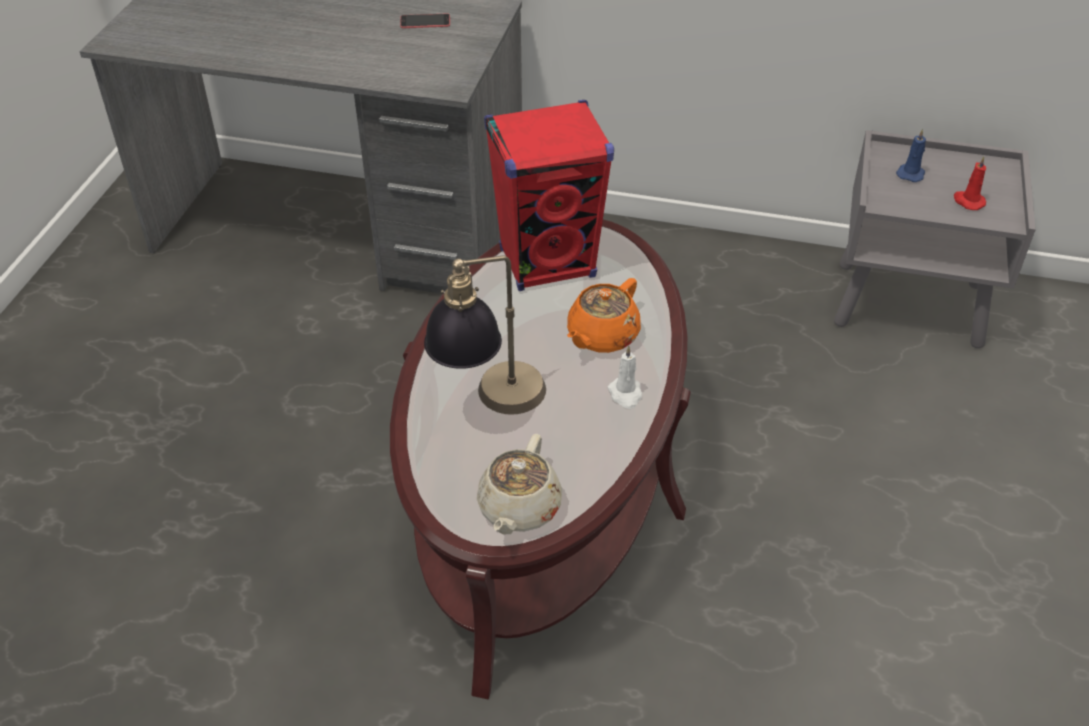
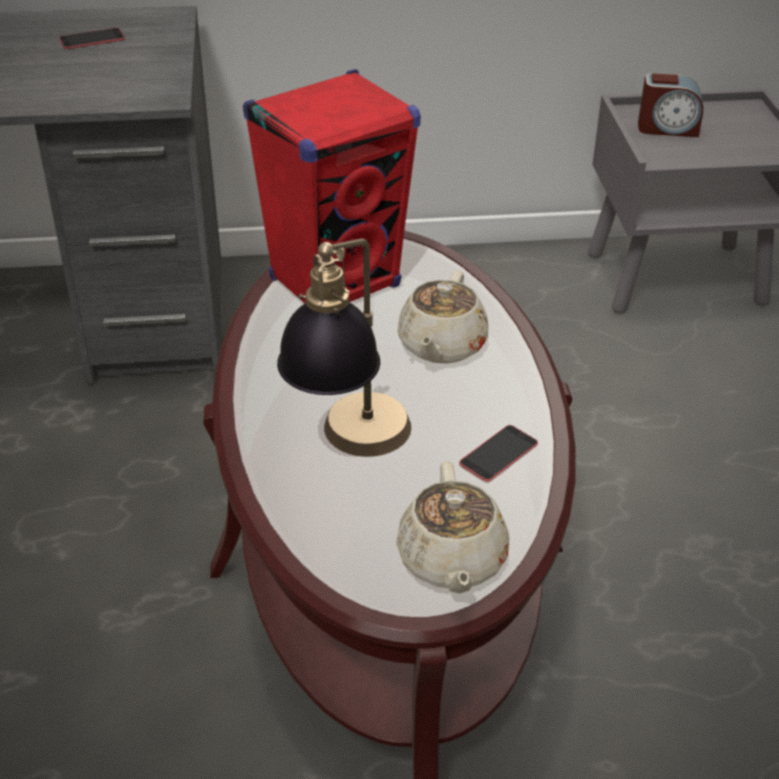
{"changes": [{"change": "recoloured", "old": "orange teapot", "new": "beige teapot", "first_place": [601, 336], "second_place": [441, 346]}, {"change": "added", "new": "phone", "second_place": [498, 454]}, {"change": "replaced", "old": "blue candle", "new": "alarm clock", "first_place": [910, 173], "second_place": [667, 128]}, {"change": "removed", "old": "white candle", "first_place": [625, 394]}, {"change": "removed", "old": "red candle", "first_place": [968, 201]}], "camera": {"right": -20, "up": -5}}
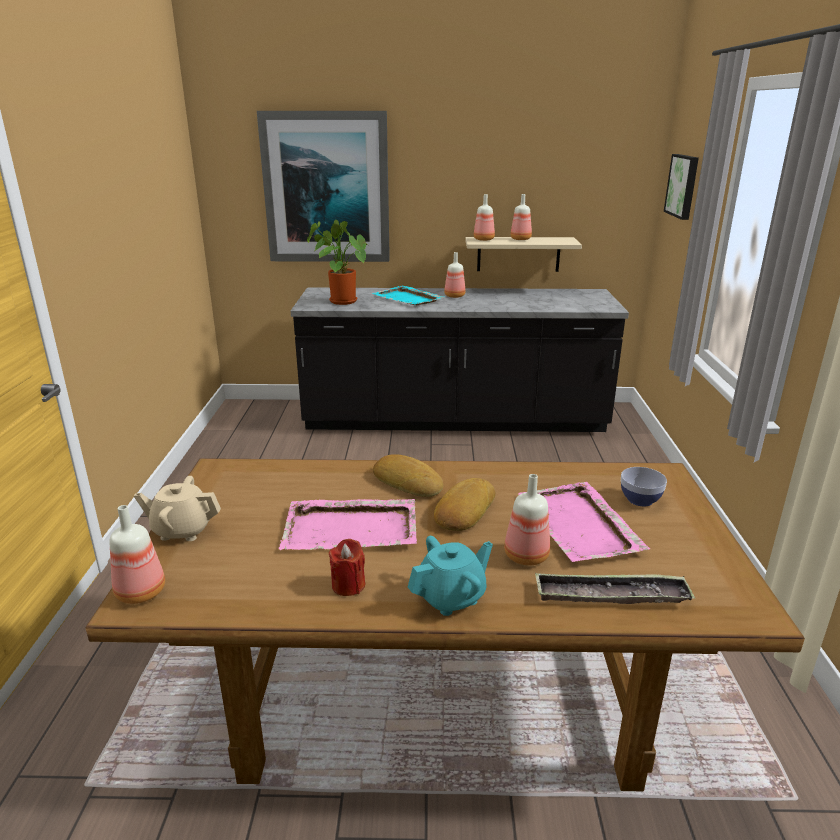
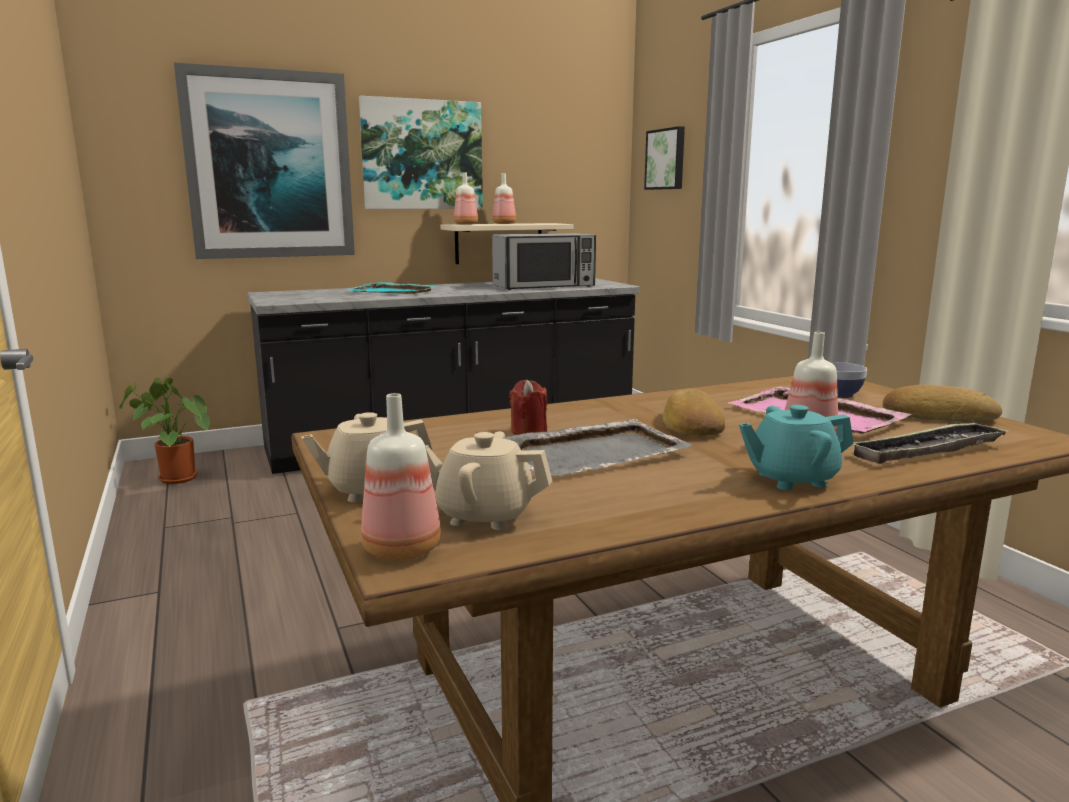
{"changes": [{"change": "moved", "old": "potted plant", "first_place": [340, 301], "second_place": [174, 478]}, {"change": "added", "new": "picture", "second_place": [422, 155]}, {"change": "added", "new": "beige teapot", "second_place": [484, 515]}, {"change": "added", "new": "microwave", "second_place": [544, 286]}, {"change": "recoloured", "old": "pink tray", "new": "grey tray", "first_place": [352, 528], "second_place": [593, 453]}, {"change": "moved", "old": "red candle", "first_place": [348, 585], "second_place": [528, 431]}, {"change": "turned", "old": "turquoise teapot", "first_place": [451, 597], "second_place": [791, 479], "degrees": -135}, {"change": "moved", "old": "bread", "first_place": [408, 481], "second_place": [937, 415]}, {"change": "removed", "old": "bottle", "first_place": [454, 296]}], "camera": {"right": -25, "up": -10}}
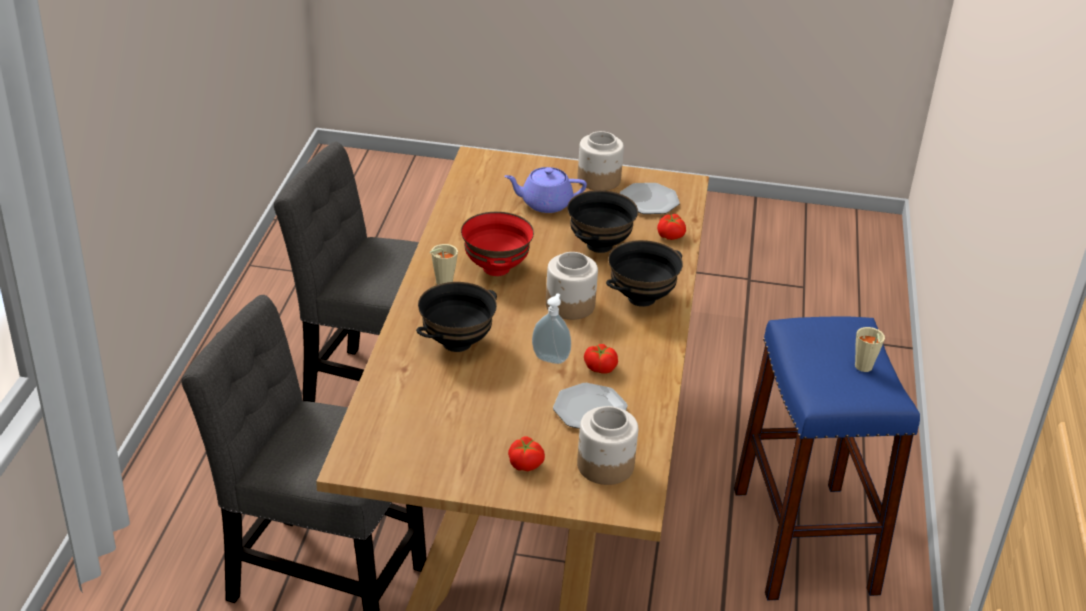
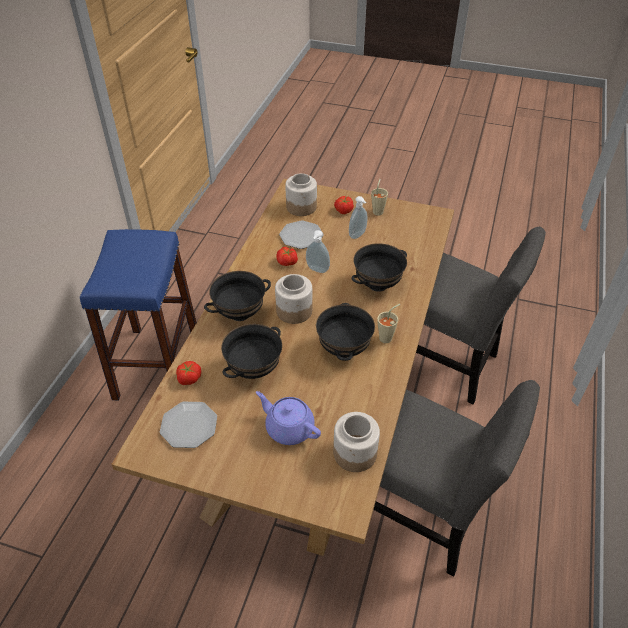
{"changes": [{"change": "turned", "old": "purple teapot", "first_place": [545, 203], "second_place": [288, 428], "degrees": -150}, {"change": "recoloured", "old": "red bowl", "new": "black bowl", "first_place": [497, 268], "second_place": [343, 349]}, {"change": "moved", "old": "jar", "first_place": [598, 180], "second_place": [355, 453]}, {"change": "added", "new": "soap dispenser", "second_place": [358, 235]}, {"change": "moved", "old": "beige cup", "first_place": [863, 369], "second_place": [378, 210]}], "camera": {"right": -170, "up": 10}}
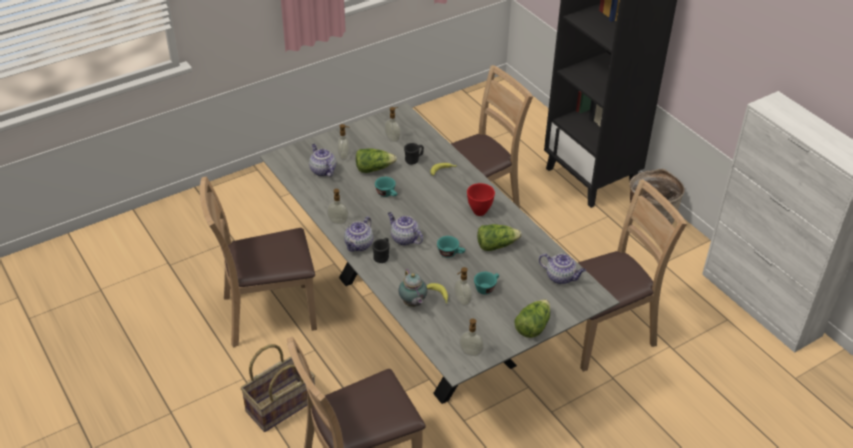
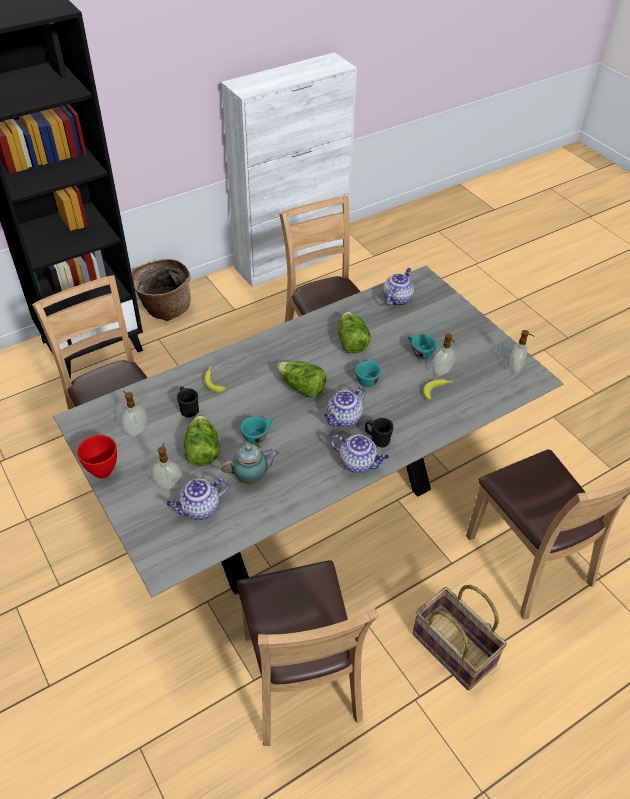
{"changes": [{"change": "moved", "old": "red bowl", "first_place": [479, 211], "second_place": [102, 472]}, {"change": "moved", "old": "teapot", "first_place": [413, 303], "second_place": [252, 478]}, {"change": "moved", "old": "lettuce", "first_place": [532, 326], "second_place": [302, 387]}, {"change": "removed", "old": "soap dispenser", "first_place": [338, 222]}], "camera": {"right": -90, "up": 5}}
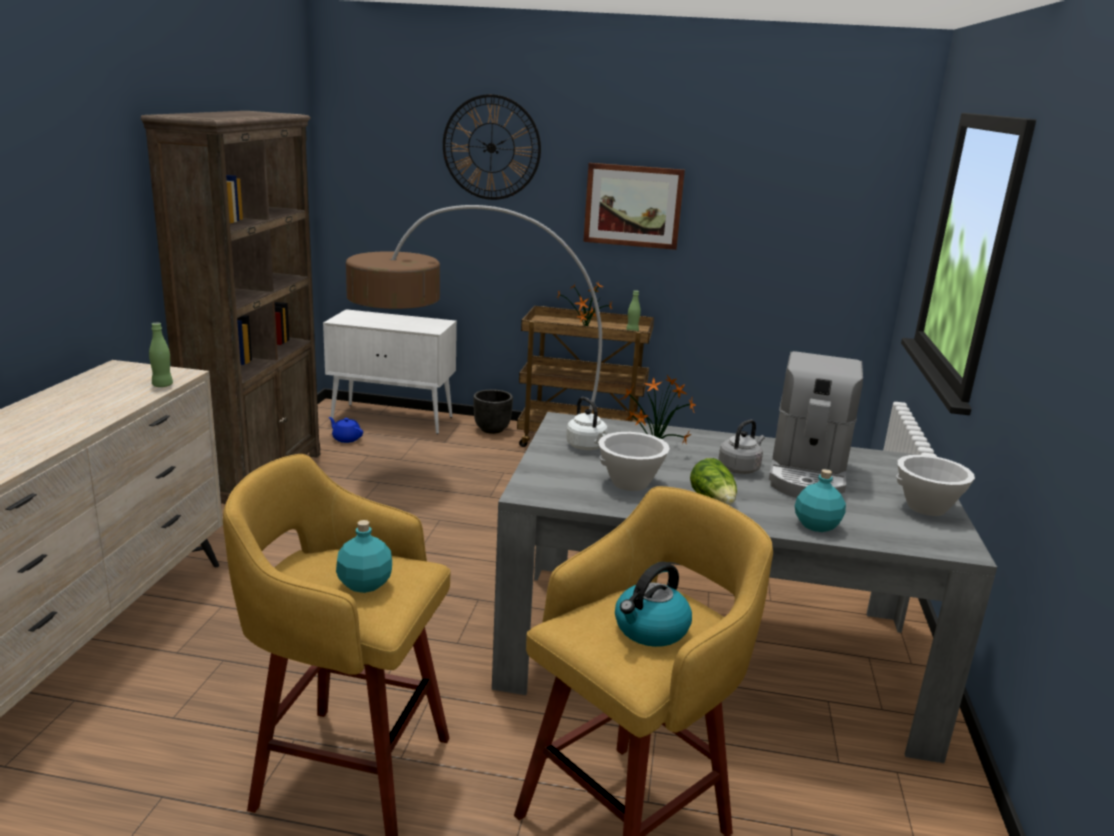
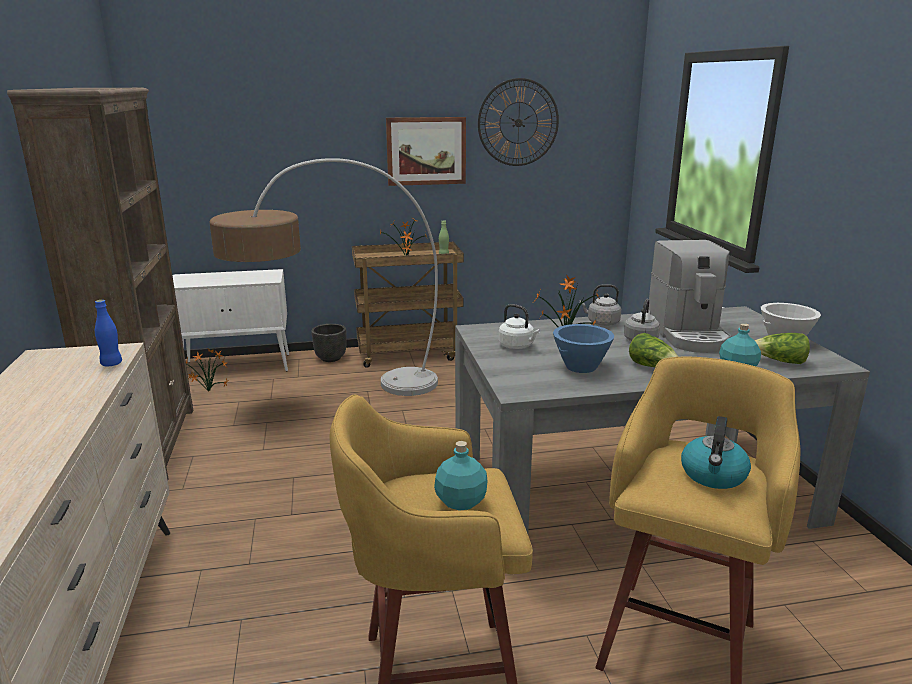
{"changes": [{"change": "recoloured", "old": "green bottle", "new": "blue bottle", "first_place": [162, 385], "second_place": [111, 364]}, {"change": "replaced", "old": "blue teapot", "new": "potted plant", "first_place": [346, 439], "second_place": [207, 391]}, {"change": "moved", "old": "wall clock", "first_place": [491, 148], "second_place": [518, 122]}, {"change": "recoloured", "old": "white bowl", "new": "blue bowl", "first_place": [629, 483], "second_place": [580, 367]}, {"change": "added", "new": "grey kettle", "second_place": [601, 323]}, {"change": "added", "new": "lettuce", "second_place": [780, 361]}], "camera": {"right": -20, "up": 0}}
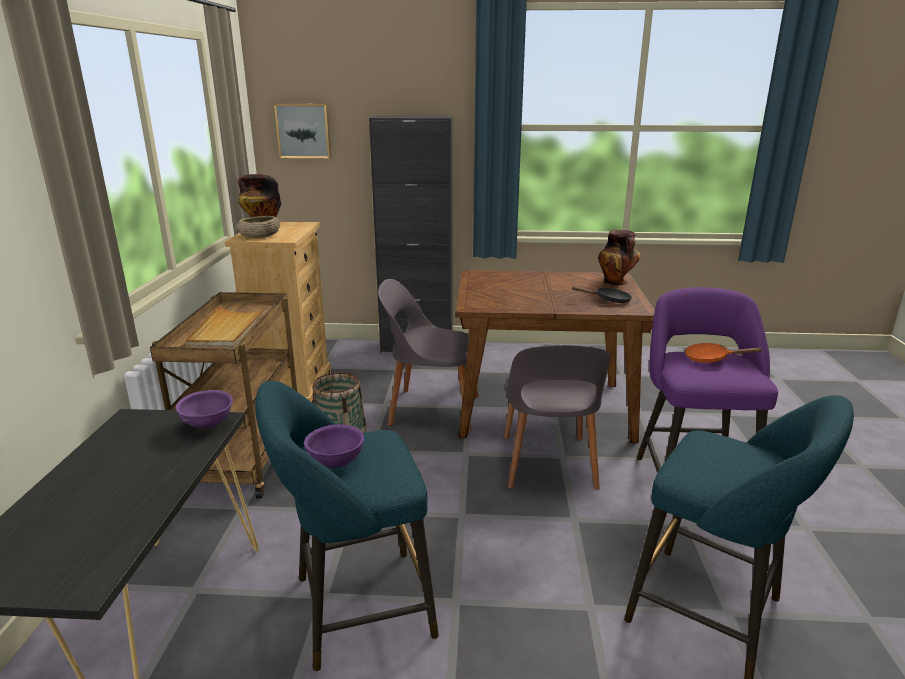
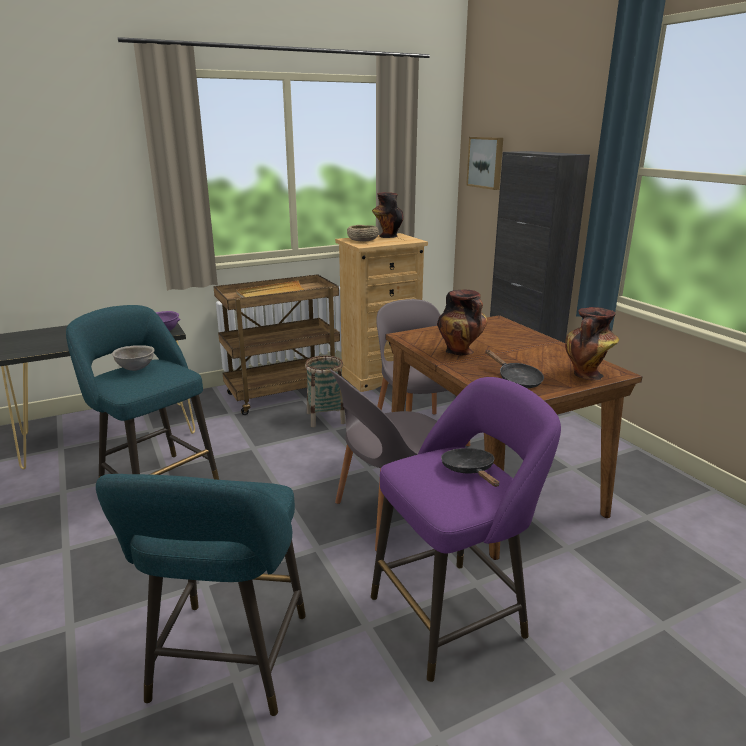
{"changes": [{"change": "recoloured", "old": "purple bowl", "new": "grey bowl", "first_place": [335, 463], "second_place": [136, 369]}, {"change": "added", "new": "vase", "second_place": [460, 351]}, {"change": "recoloured", "old": "orange frying pan", "new": "black frying pan", "first_place": [710, 359], "second_place": [470, 470]}], "camera": {"right": 60, "up": 0}}
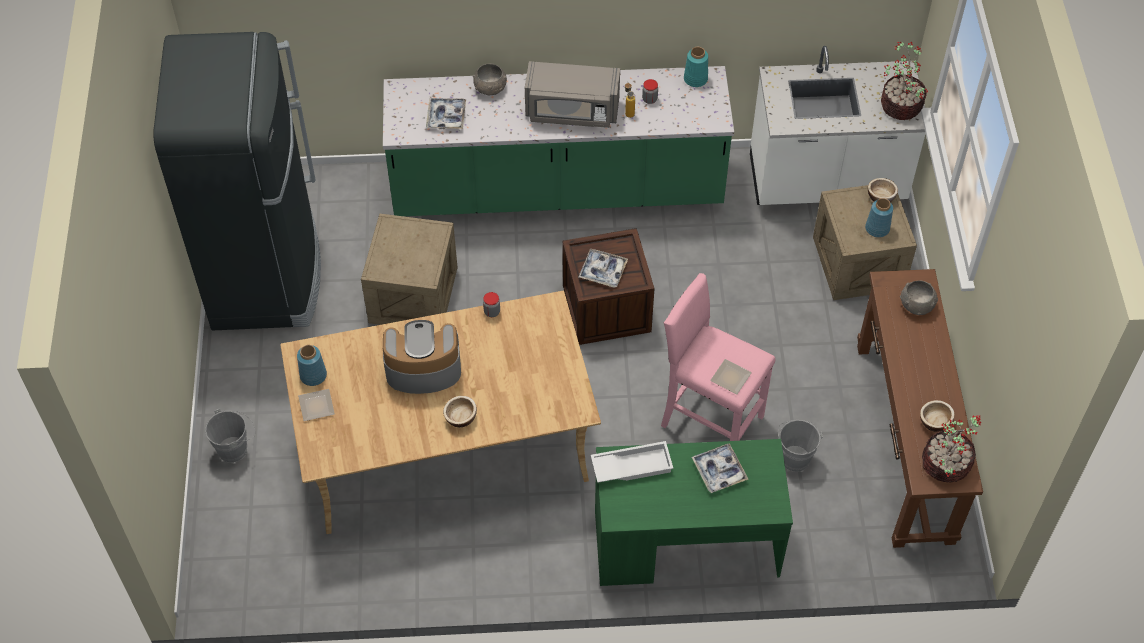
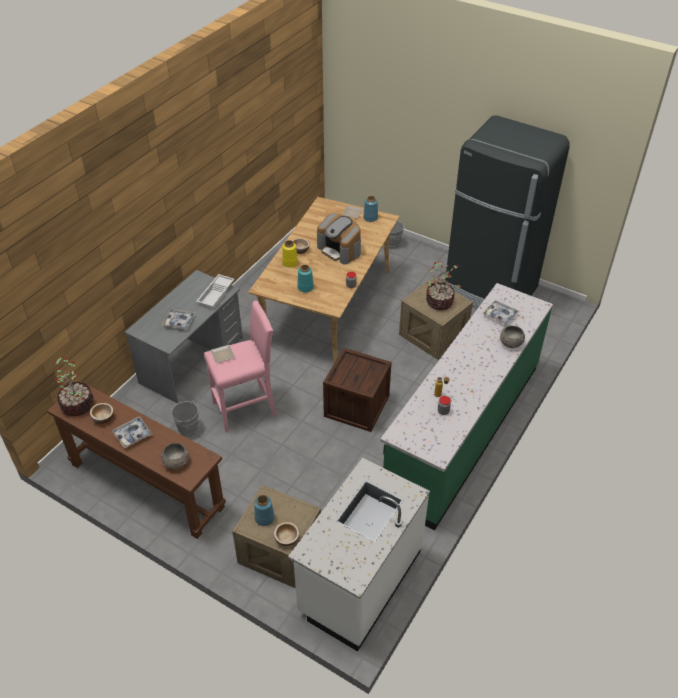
{"changes": [{"change": "moved", "old": "tray", "first_place": [603, 271], "second_place": [133, 434]}, {"change": "recoloured", "old": "green desk", "new": "grey desk", "first_place": [685, 543], "second_place": [192, 360]}, {"change": "added", "new": "yellow vase", "second_place": [290, 263]}, {"change": "moved", "old": "turquoise vase", "first_place": [695, 78], "second_place": [305, 288]}, {"change": "turned", "old": "coffee machine", "first_place": [422, 369], "second_place": [340, 250], "degrees": 105}, {"change": "moved", "old": "potted plant", "first_place": [900, 105], "second_place": [440, 302]}, {"change": "removed", "old": "grey microwave", "first_place": [572, 111]}], "camera": {"right": 125, "up": -10}}
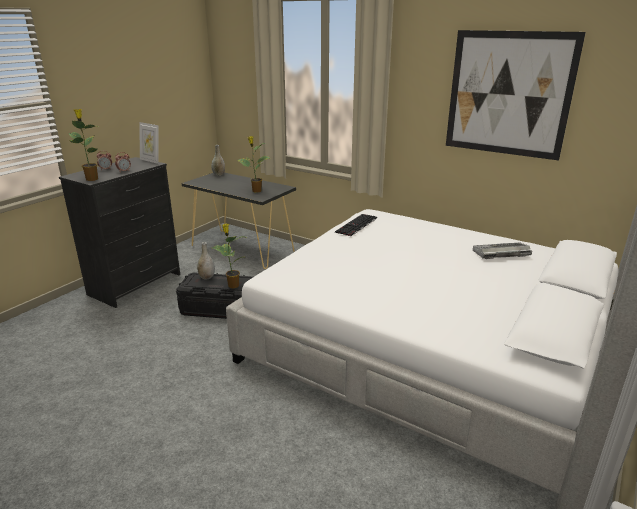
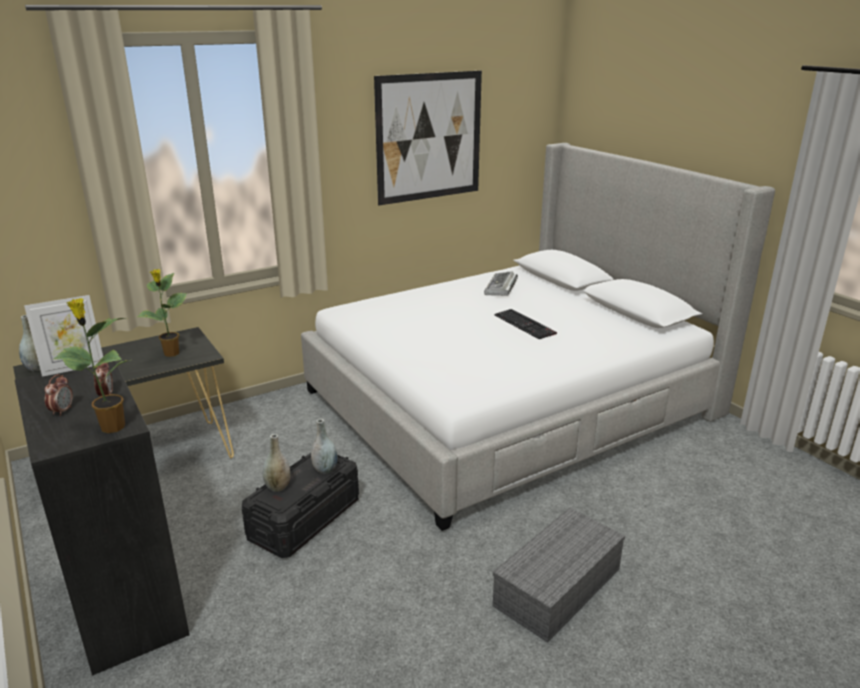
{"changes": [{"change": "replaced", "old": "potted plant", "new": "grey vase", "first_place": [233, 285], "second_place": [325, 469]}, {"change": "added", "new": "grey storage box", "second_place": [558, 588]}, {"change": "moved", "old": "keyboard", "first_place": [357, 225], "second_place": [526, 324]}], "camera": {"right": -65, "up": 0}}
